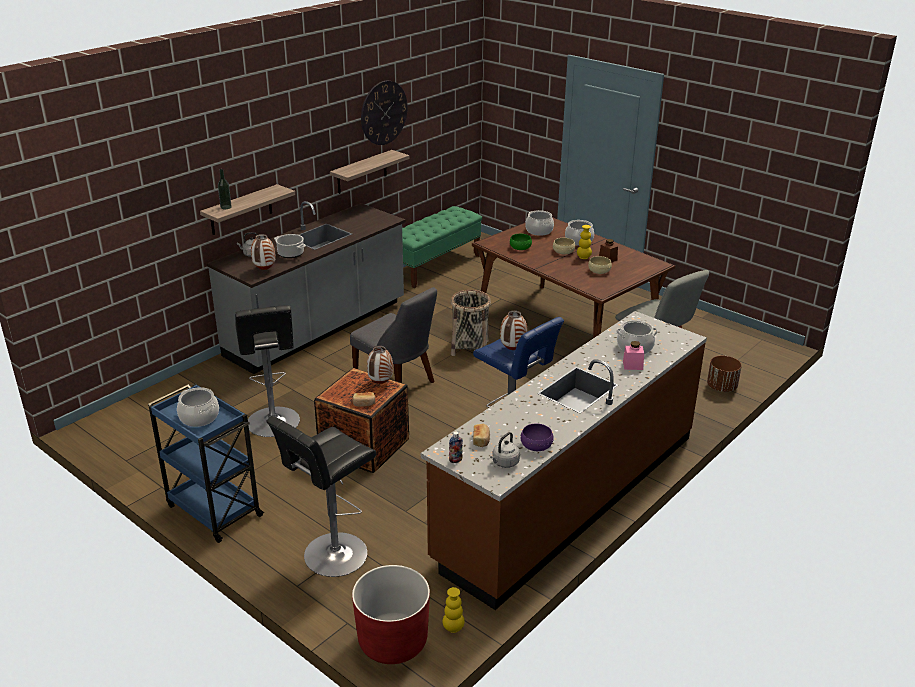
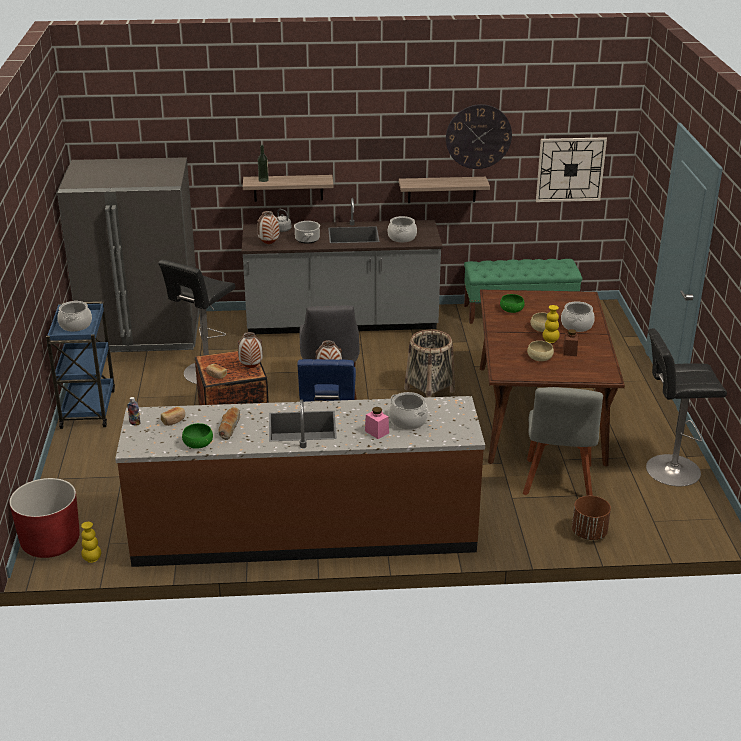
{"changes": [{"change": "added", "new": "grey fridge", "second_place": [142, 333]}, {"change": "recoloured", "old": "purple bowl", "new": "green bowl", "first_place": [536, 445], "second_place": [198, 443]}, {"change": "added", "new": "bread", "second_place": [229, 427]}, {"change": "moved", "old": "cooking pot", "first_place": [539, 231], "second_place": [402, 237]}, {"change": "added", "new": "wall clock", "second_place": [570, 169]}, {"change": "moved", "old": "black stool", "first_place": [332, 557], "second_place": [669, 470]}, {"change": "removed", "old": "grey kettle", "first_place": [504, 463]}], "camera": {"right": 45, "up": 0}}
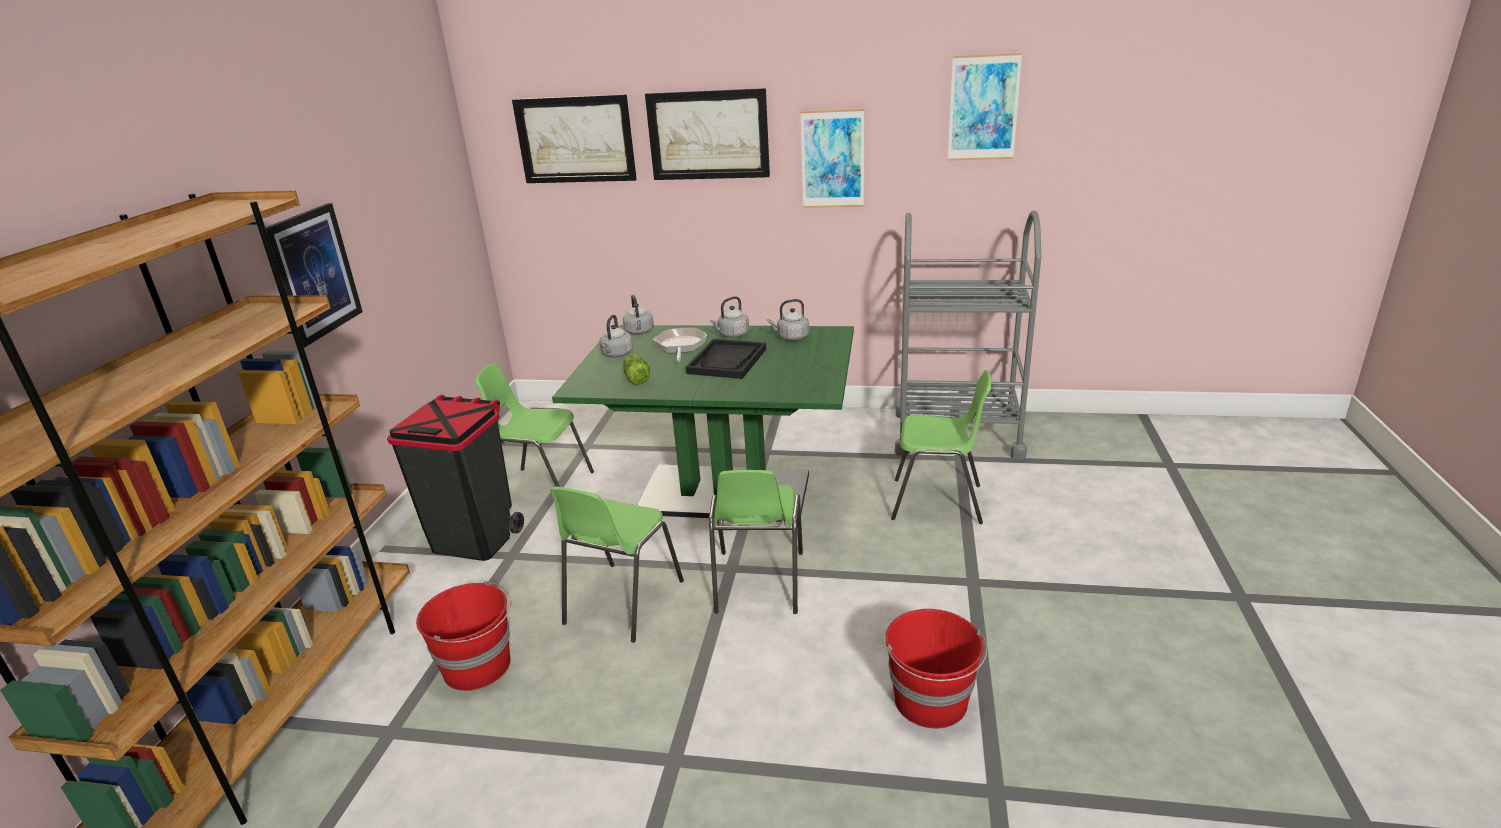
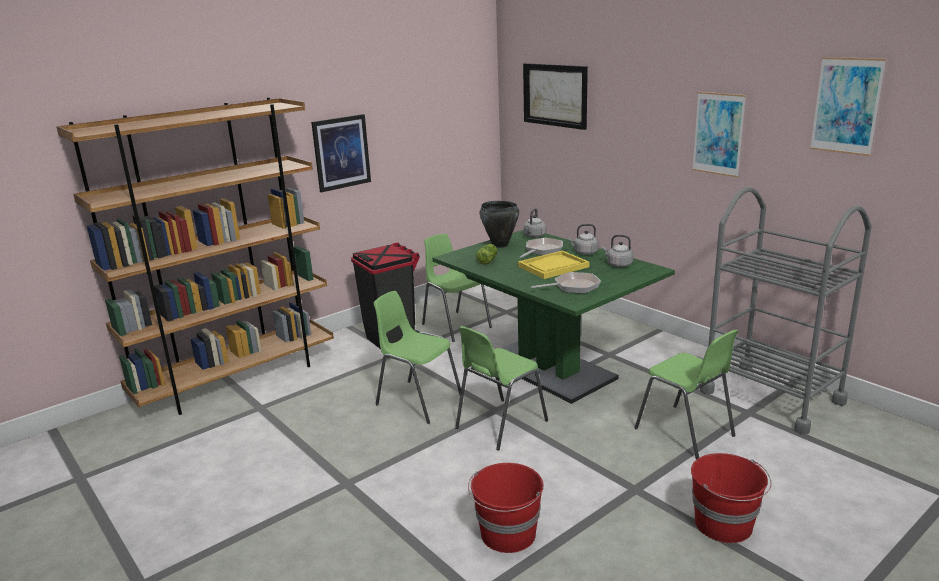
{"changes": [{"change": "turned", "old": "green chair", "first_place": [622, 602], "second_place": [418, 400], "degrees": 60}, {"change": "replaced", "old": "grey kettle", "new": "black cooking pot", "first_place": [616, 355], "second_place": [500, 245]}, {"change": "recoloured", "old": "black tray", "new": "yellow tray", "first_place": [727, 361], "second_place": [553, 267]}, {"change": "added", "new": "frying pan", "second_place": [573, 287]}, {"change": "moved", "old": "red bucket", "first_place": [478, 666], "second_place": [724, 524]}, {"change": "removed", "old": "picture", "first_place": [708, 135]}], "camera": {"right": 40, "up": -5}}
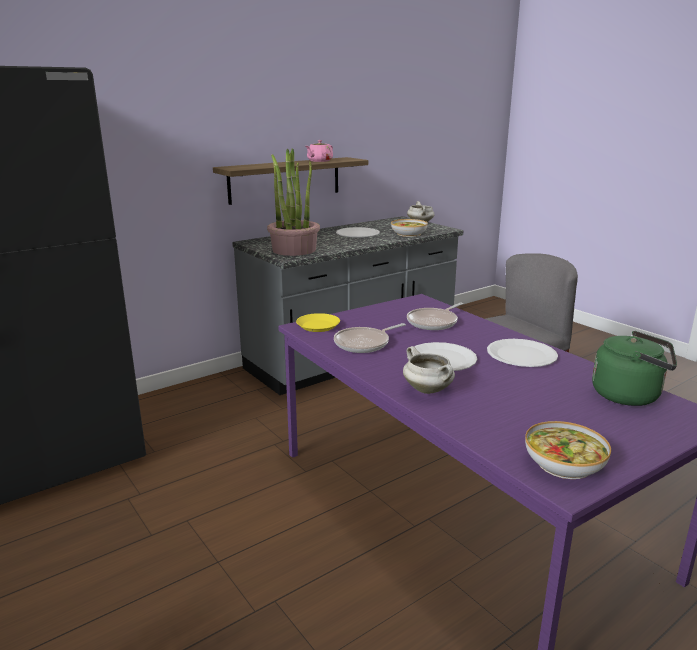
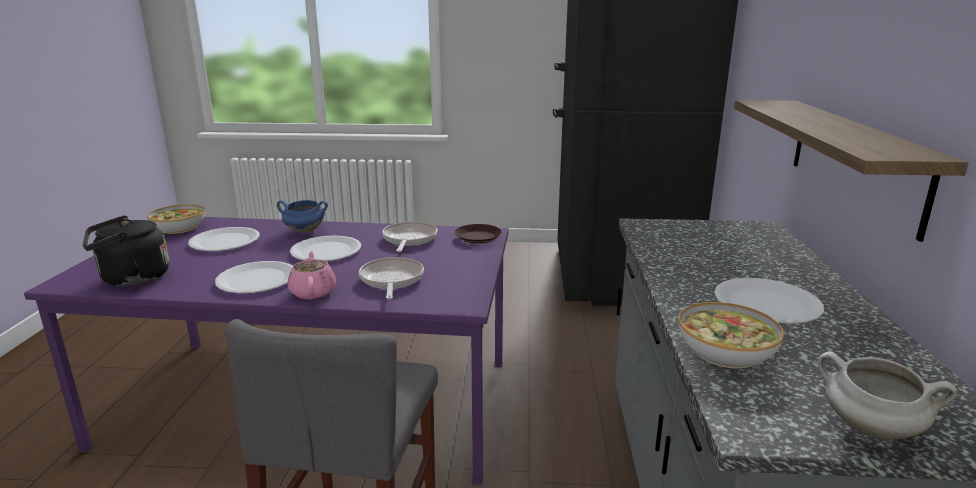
{"changes": [{"change": "recoloured", "old": "green kettle", "new": "black kettle", "first_place": [630, 395], "second_place": [131, 279]}, {"change": "added", "new": "white plate", "second_place": [225, 241]}, {"change": "recoloured", "old": "white cooking pot", "new": "blue cooking pot", "first_place": [428, 390], "second_place": [304, 231]}, {"change": "moved", "old": "pink teapot", "first_place": [319, 161], "second_place": [313, 292]}, {"change": "recoloured", "old": "yellow plate", "new": "brown plate", "first_place": [318, 326], "second_place": [478, 237]}, {"change": "removed", "old": "potted plant", "first_place": [294, 250]}], "camera": {"right": 130, "up": 0}}
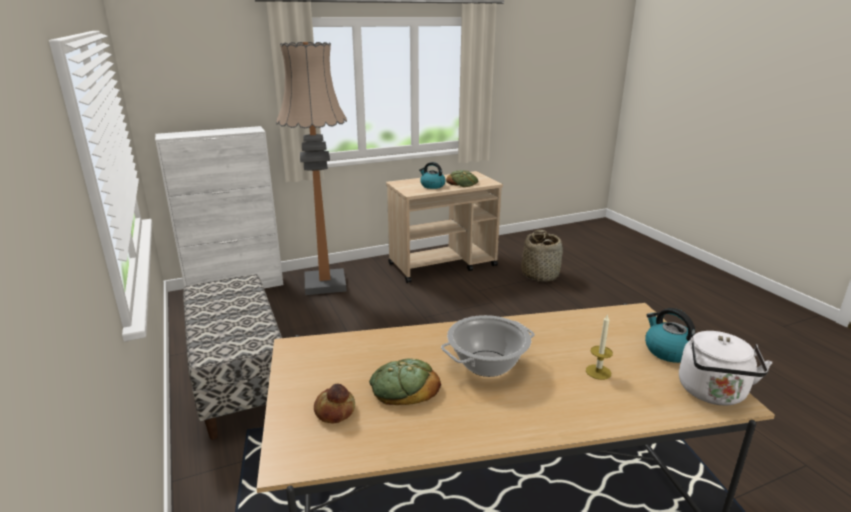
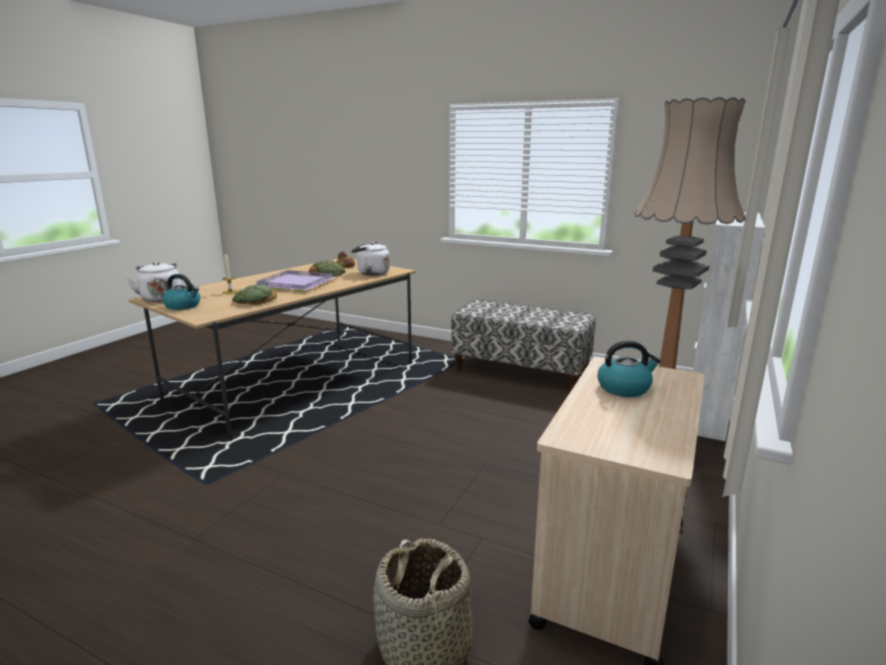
{"changes": [{"change": "moved", "old": "bread", "first_place": [462, 182], "second_place": [254, 300]}, {"change": "replaced", "old": "cooking pot", "new": "purple tray", "first_place": [487, 364], "second_place": [295, 283]}, {"change": "added", "new": "white kettle", "second_place": [371, 273]}], "camera": {"right": 140, "up": -5}}
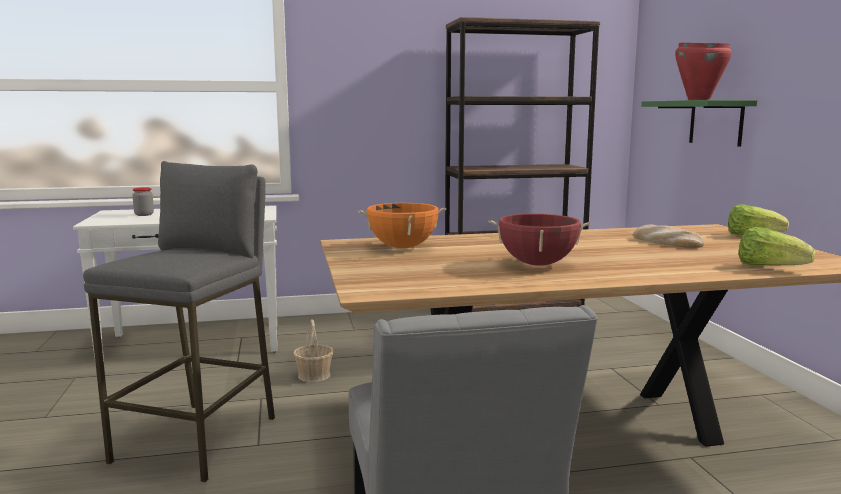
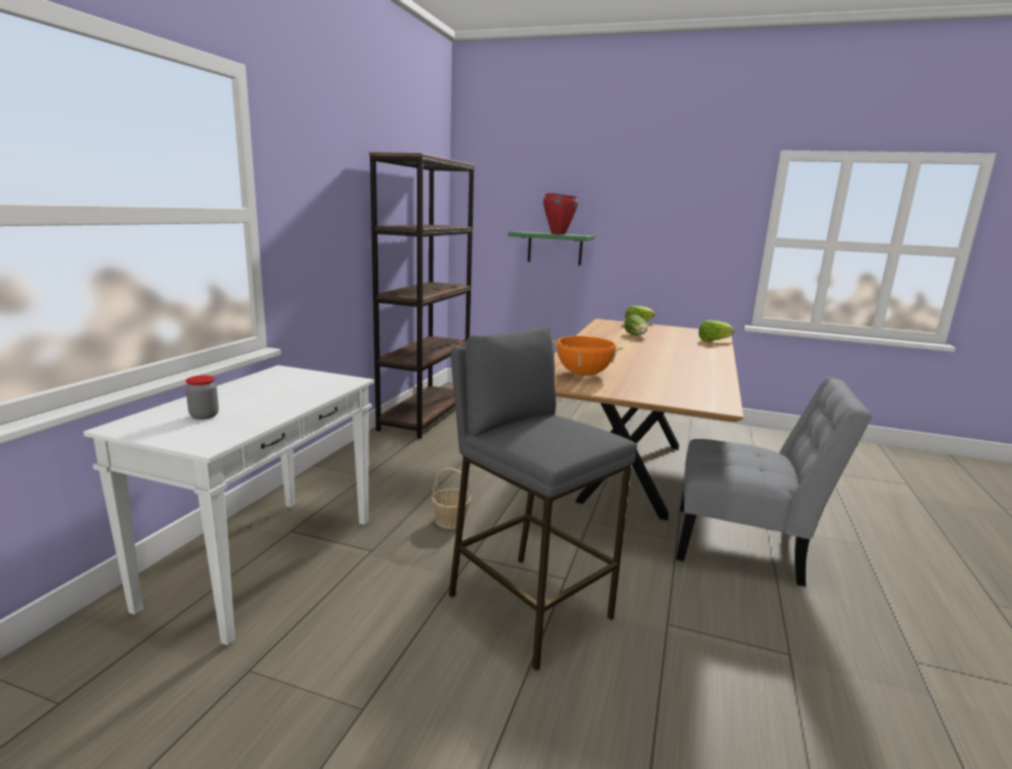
{"changes": [{"change": "replaced", "old": "bread", "new": "lettuce", "first_place": [666, 242], "second_place": [636, 336]}, {"change": "removed", "old": "red cooking pot", "first_place": [537, 264]}], "camera": {"right": -60, "up": 5}}
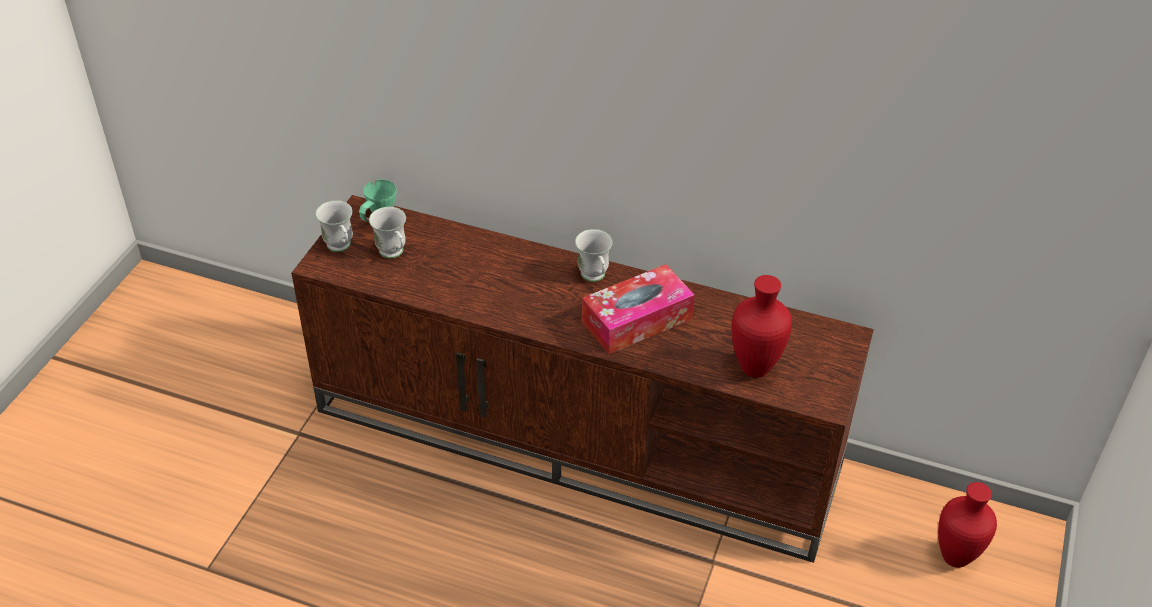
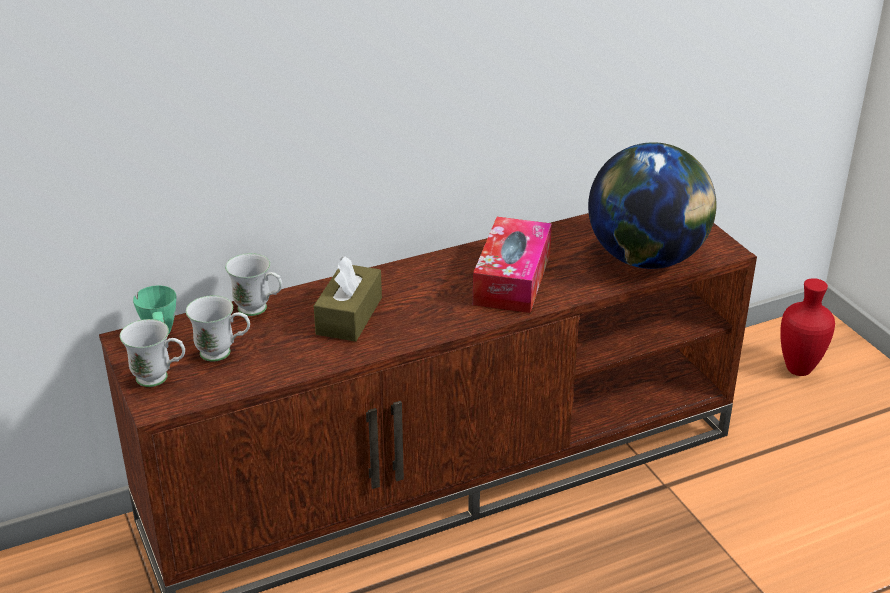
{"changes": [{"change": "moved", "old": "white mug", "first_place": [595, 278], "second_place": [259, 310]}, {"change": "added", "new": "brown tissue box", "second_place": [349, 316]}, {"change": "replaced", "old": "red vase", "new": "globe", "first_place": [756, 370], "second_place": [647, 258]}], "camera": {"right": -45, "up": -10}}
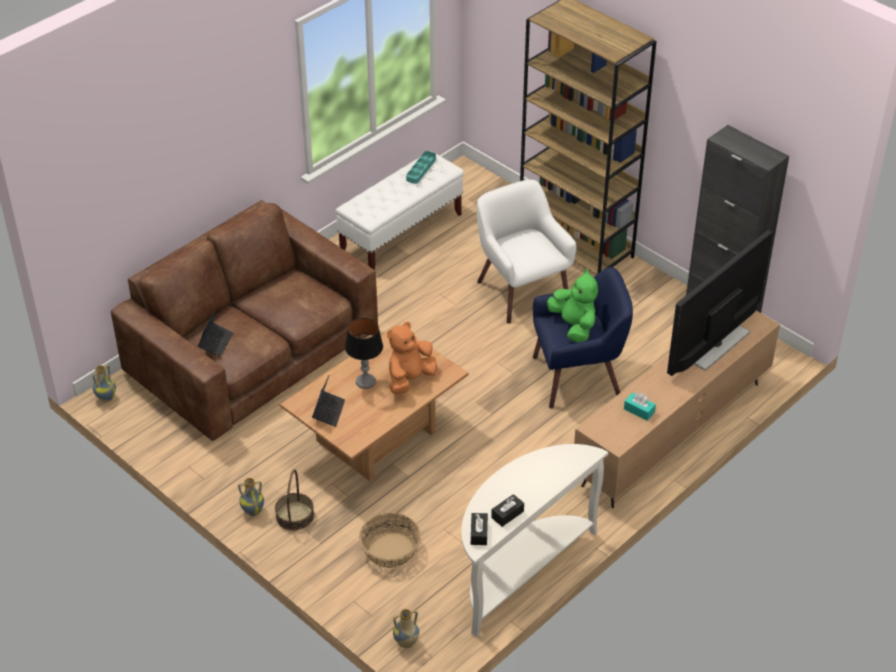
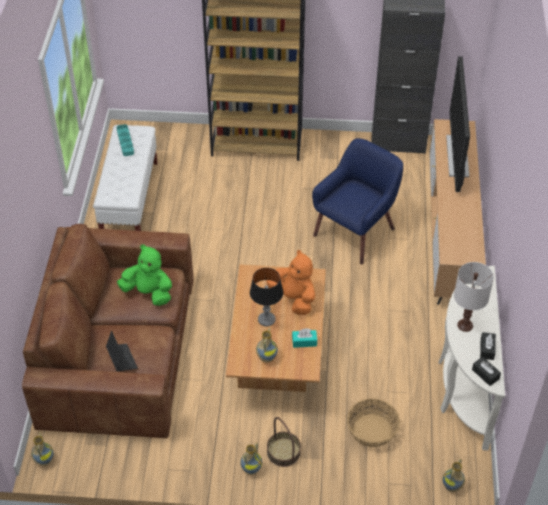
{"changes": [{"change": "moved", "old": "green plush toy", "first_place": [574, 326], "second_place": [148, 293]}, {"change": "replaced", "old": "laptop", "new": "vase", "first_place": [328, 411], "second_place": [266, 357]}, {"change": "turned", "old": "orange plush toy", "first_place": [410, 379], "second_place": [294, 298], "degrees": 135}, {"change": "moved", "old": "turquoise tissue box", "first_place": [639, 410], "second_place": [304, 342]}, {"change": "added", "new": "white table lamp", "second_place": [465, 325]}, {"change": "removed", "old": "white armchair", "first_place": [521, 291]}], "camera": {"right": -40, "up": 5}}
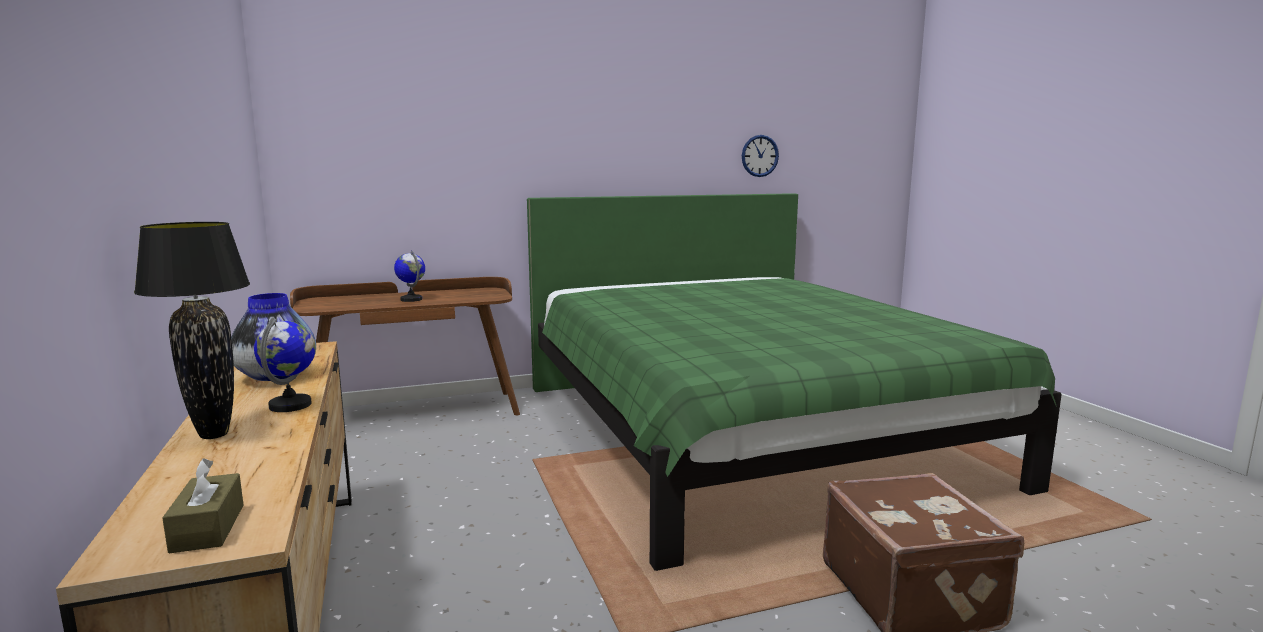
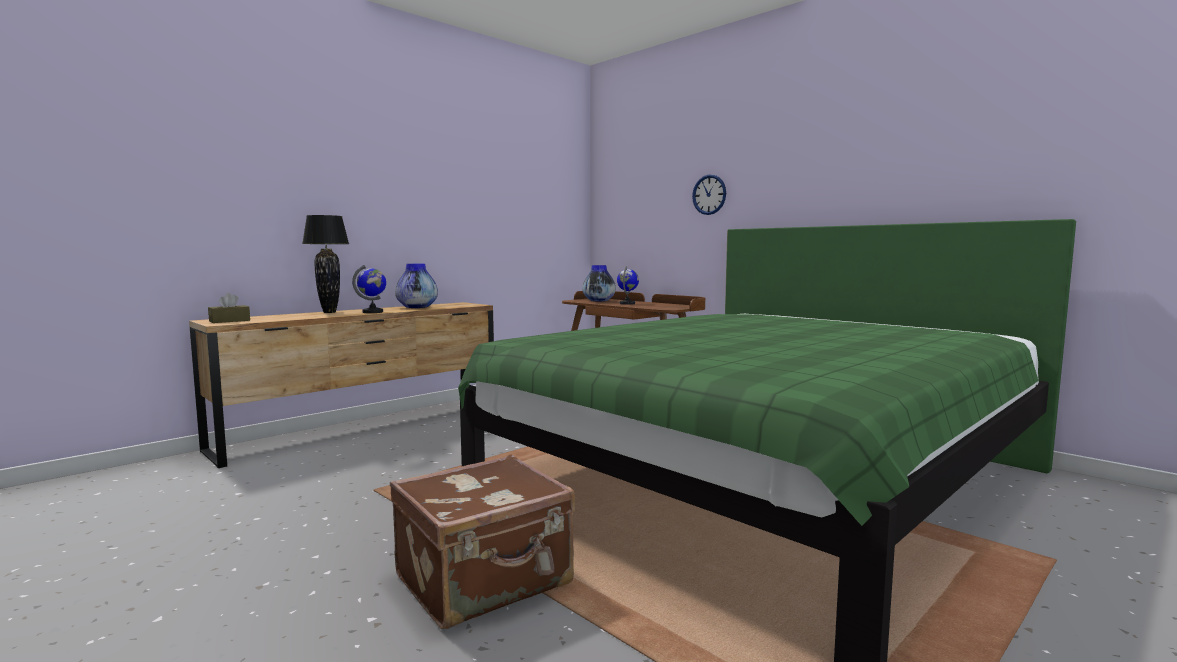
{"changes": [{"change": "added", "new": "vase", "second_place": [598, 301]}, {"change": "moved", "old": "wall clock", "first_place": [759, 156], "second_place": [709, 194]}], "camera": {"right": 65, "up": -5}}
